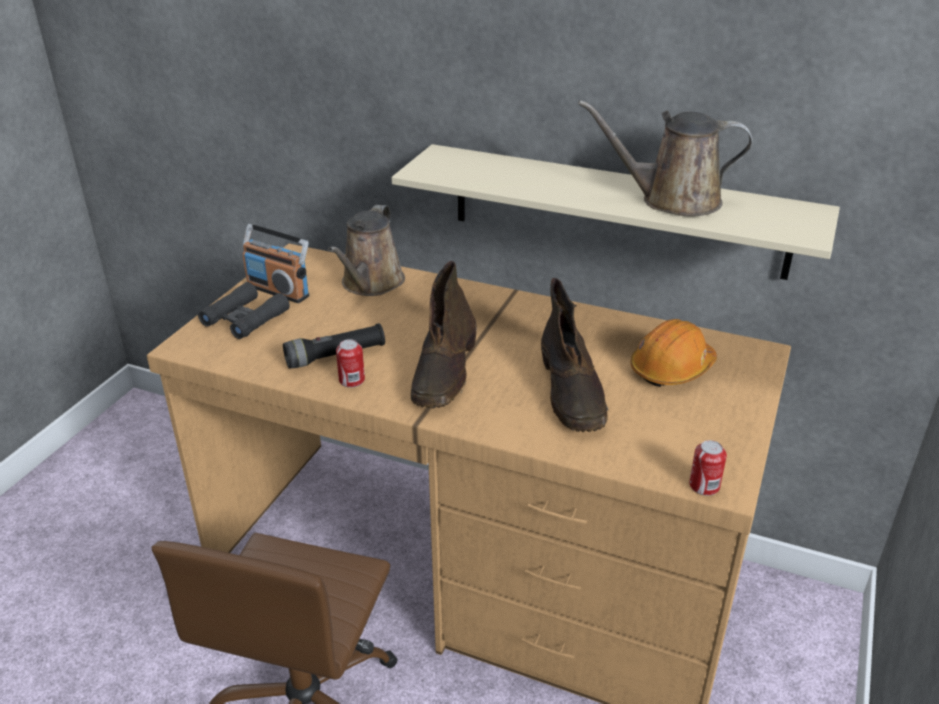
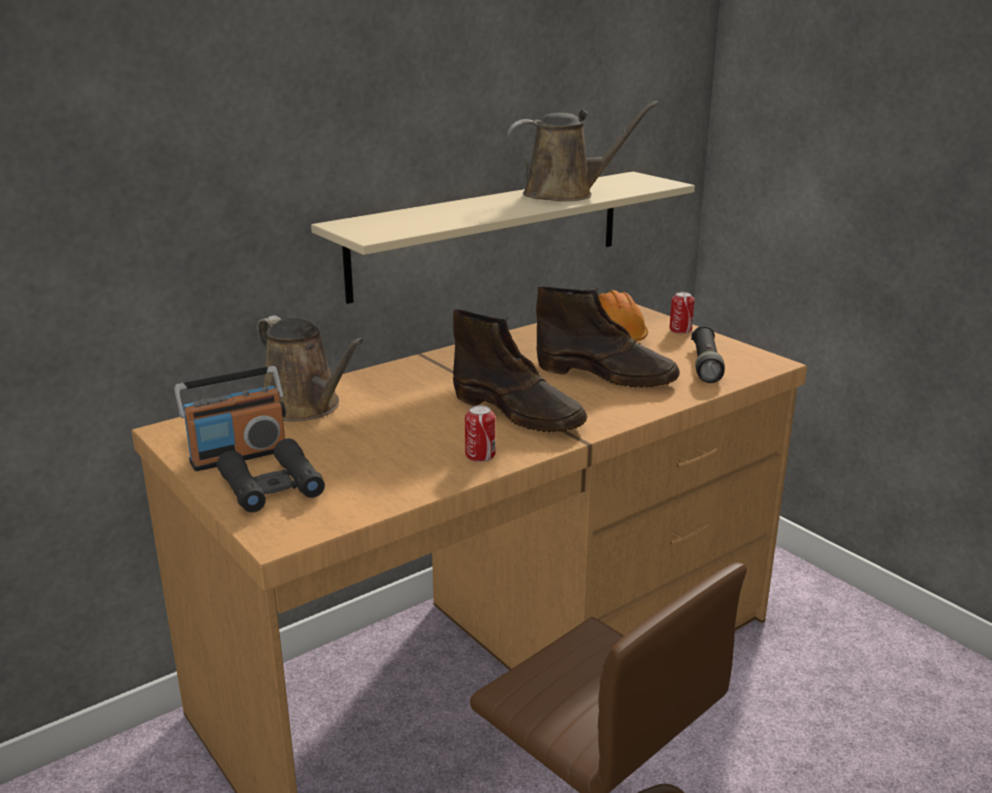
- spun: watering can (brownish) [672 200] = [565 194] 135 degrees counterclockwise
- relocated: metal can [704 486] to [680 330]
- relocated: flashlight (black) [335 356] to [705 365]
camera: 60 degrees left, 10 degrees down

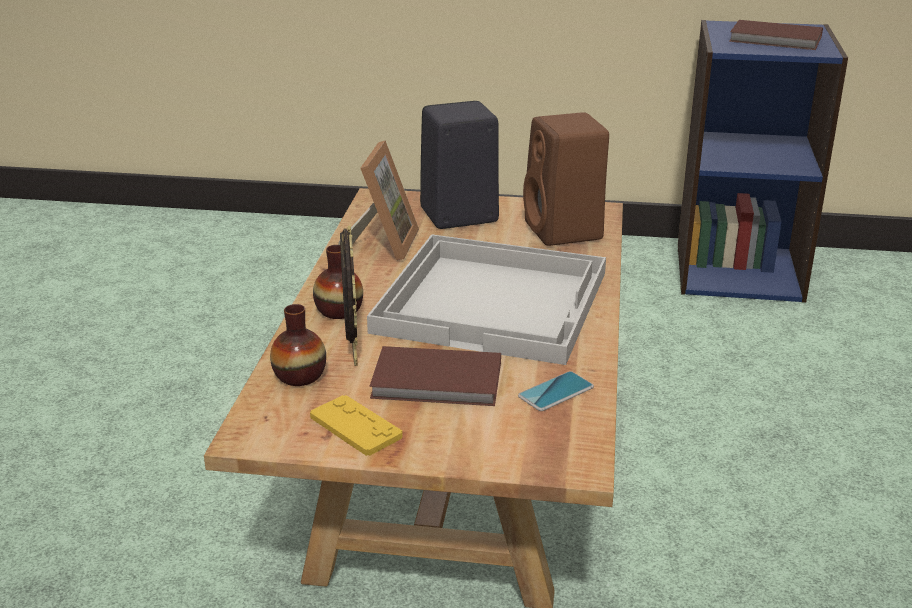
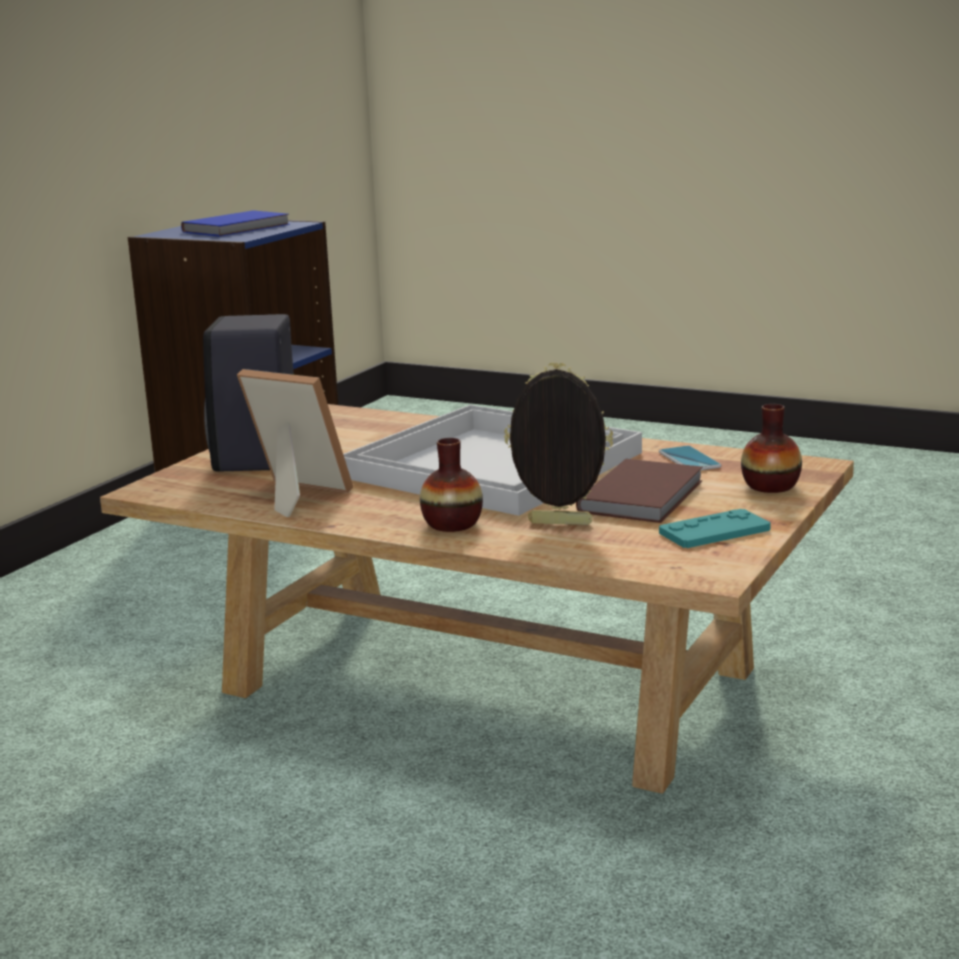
- colour: book (brownish) [776 39] to book (blue-coloured) [239 228]
- colour: game controller (yellow-coloured) [355 427] to game controller (turquoise-coloured) [714 531]
- relocated: decorative vase [299 376] to [770 486]
- missing: audio speaker (brownish) [565 231]
camera: 70 degrees left, 10 degrees down

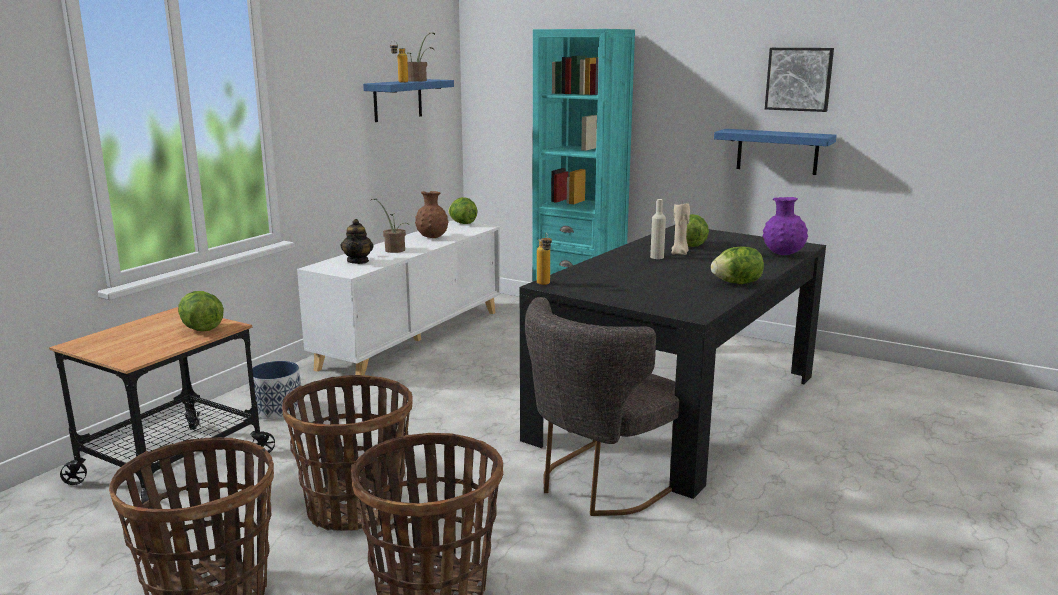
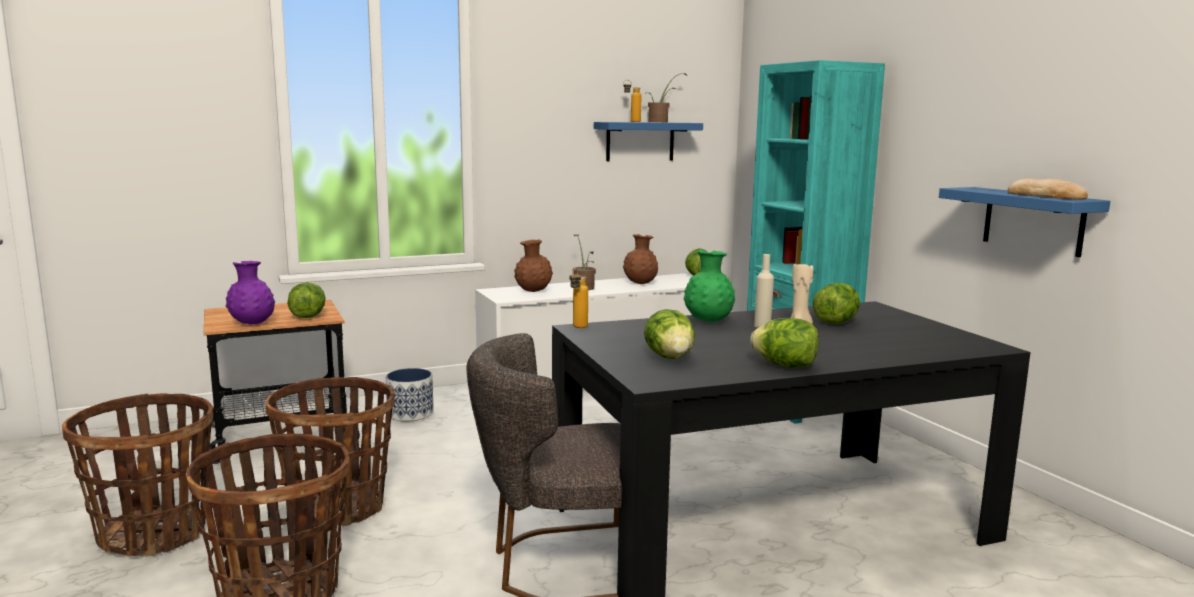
- relocated: decorative vase (purple) [783 254] to [252 323]
- exchanged: pot for tea [358 261] to decorative vase (brownish) [533 291]
- appeared: lettuce [670 357]
- appeared: decorative vase (green) [708 321]
- appeared: bakery bread [1046 196]
- missing: wall art [799 79]
camera: 35 degrees right, 5 degrees down

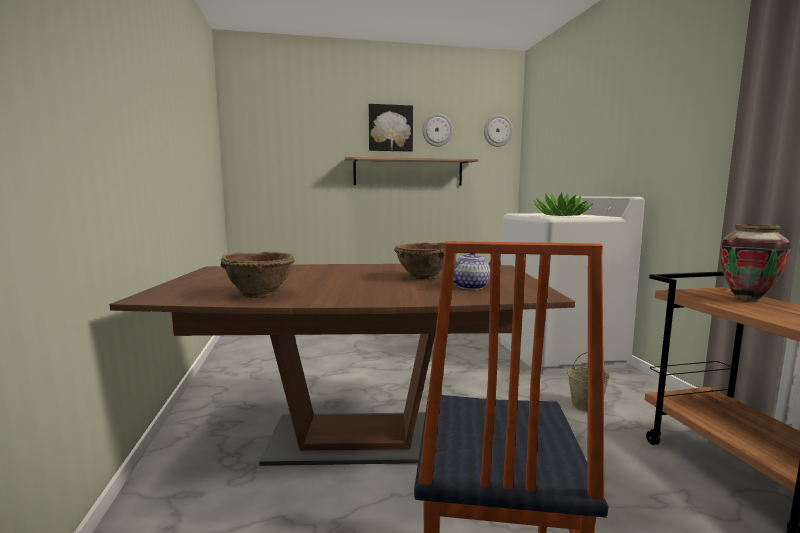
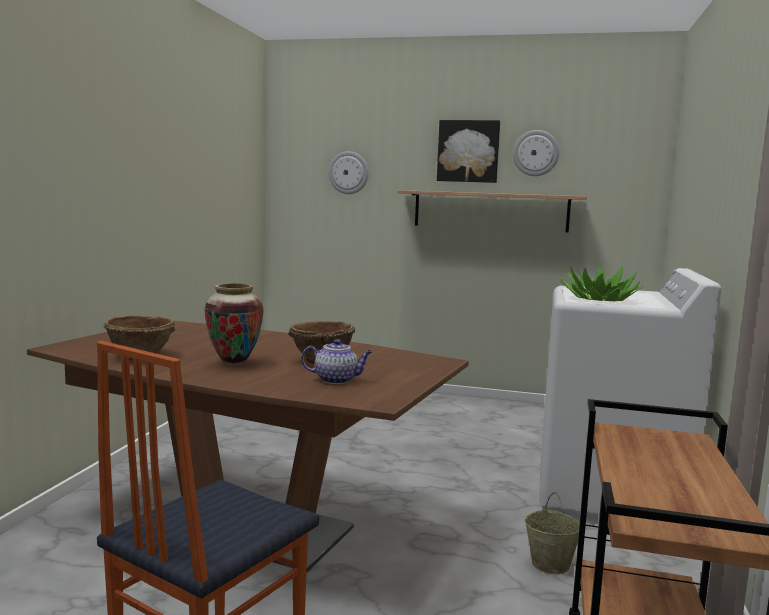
- relocated: decorative vase [747 299] to [234 364]
- relocated: wall clock [497 131] to [348 172]
camera: 25 degrees right, 0 degrees up

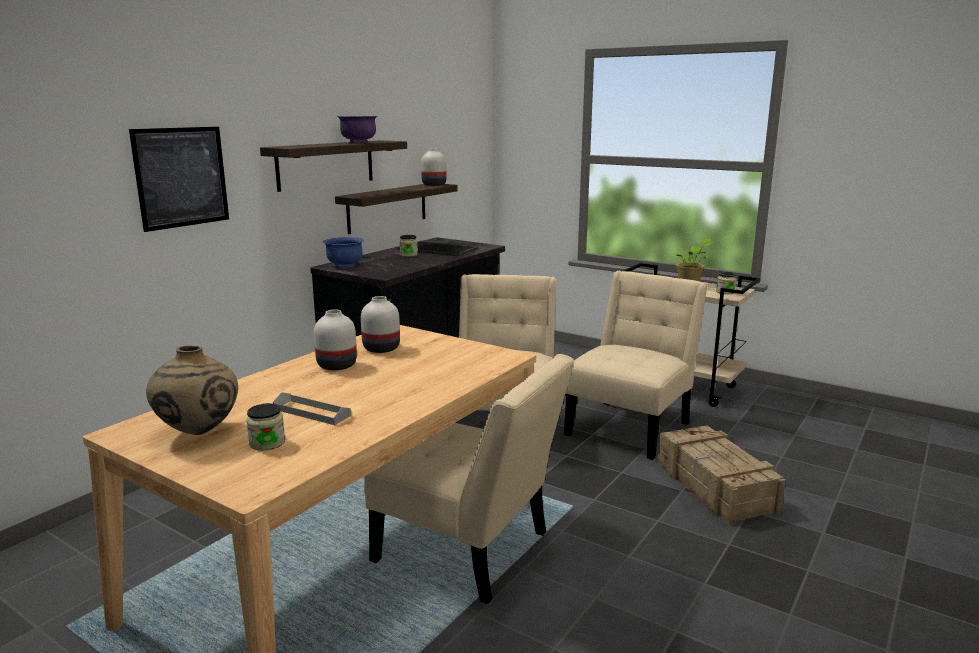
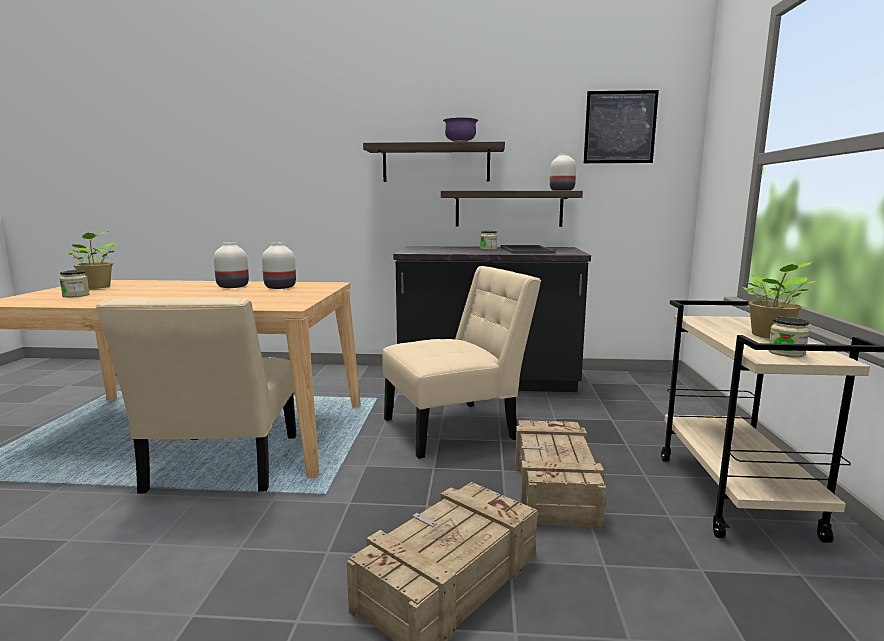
- exchanged: decorative vase (beige-coloured) [198 432] to houseplant [96 287]
- exchanged: plain chair (beige-coloured) [631 426] to packing crate [553 488]
- relocated: wall art [181 177] to [620 127]
- missing: tray (gray) [311 412]
- missing: bowl (blue-coloured) [345 265]
camera: 60 degrees right, 5 degrees down

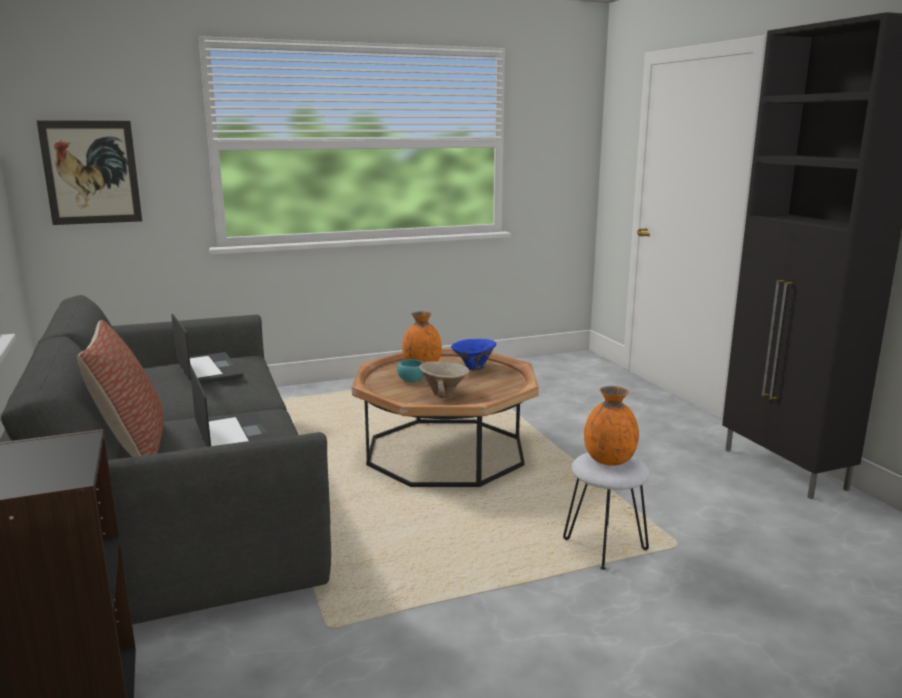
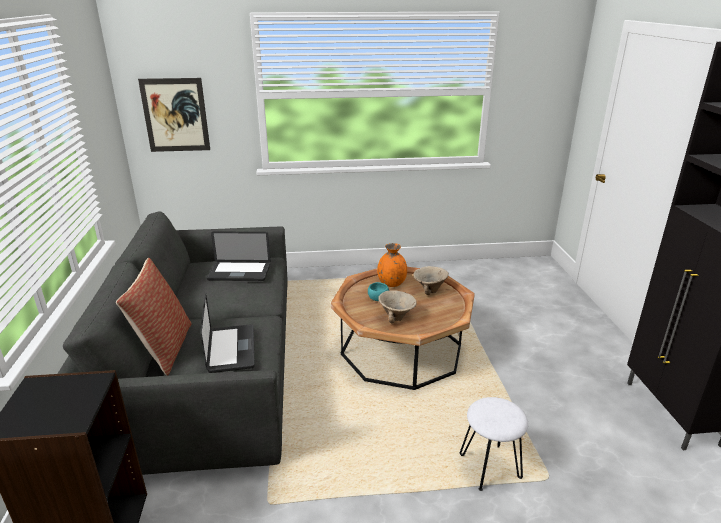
- spun: notebook computer [209 370] = [239 272] 105 degrees clockwise
- colour: bowl (blue-coloured) [472 368] to bowl (beige-coloured) [429 290]
- missing: decorative vase (orange-coloured) [609 460]
camera: 15 degrees right, 10 degrees up

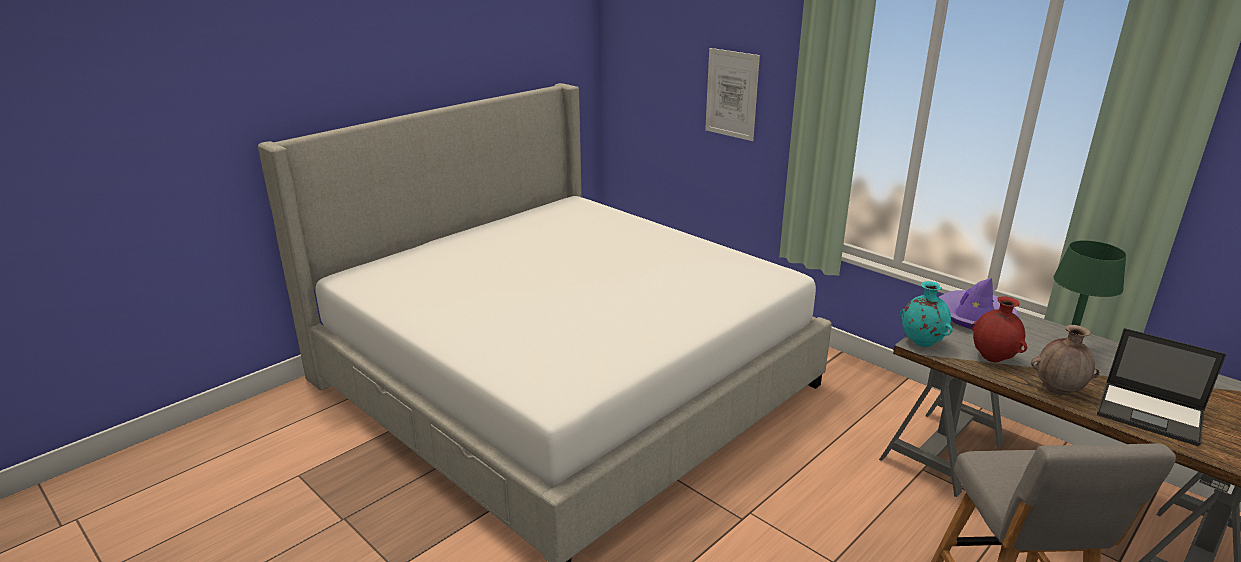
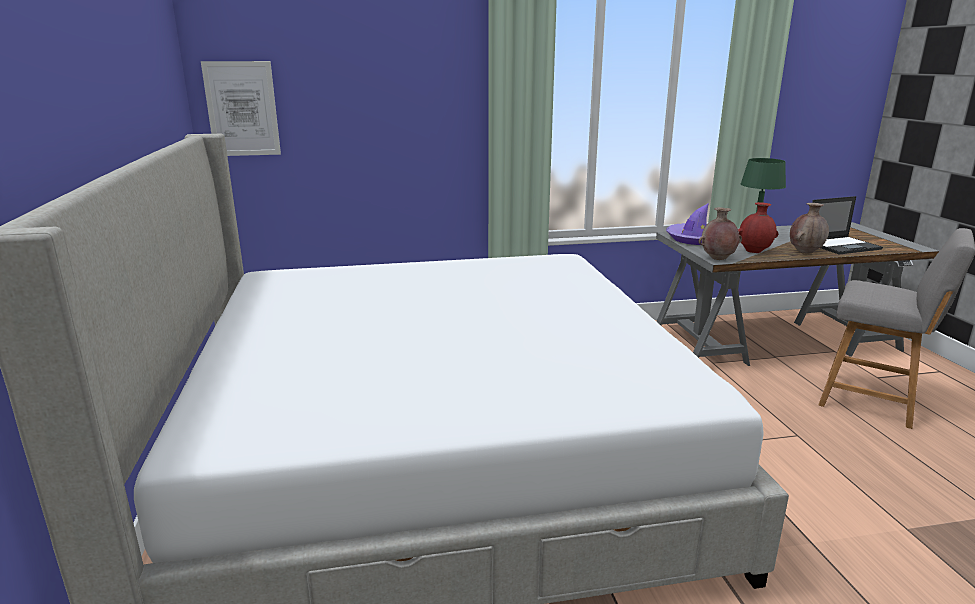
- relocated: wall art [731 94] to [242 109]
- colour: decorative vase (turquoise-coloured) [921 343] to decorative vase (brownish) [717 258]
camera: 55 degrees left, 5 degrees down

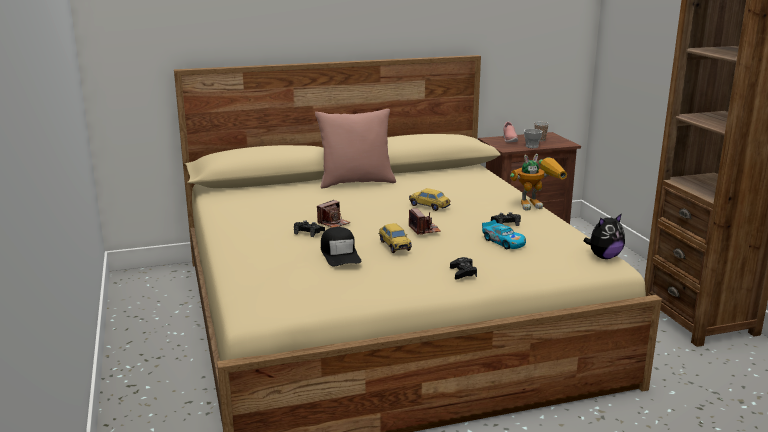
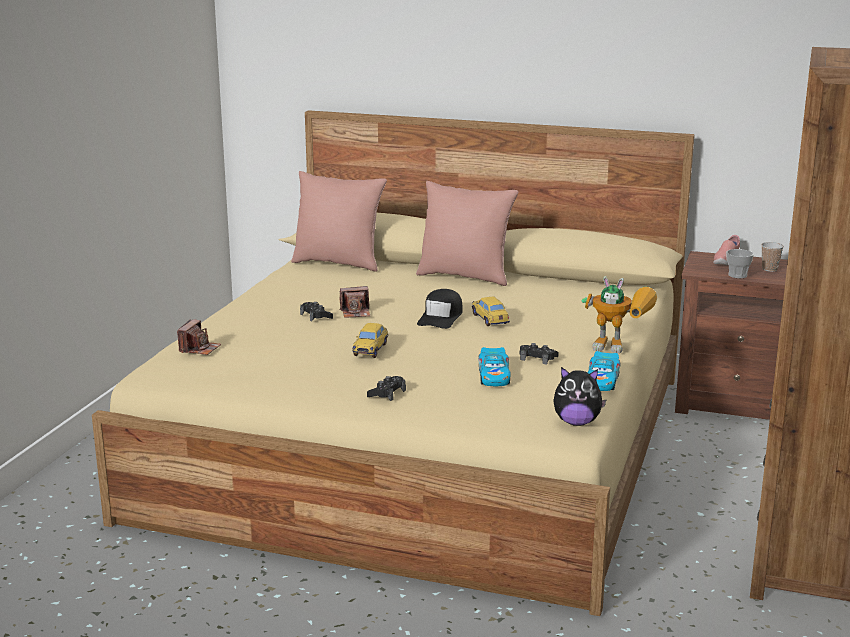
- relocated: photo camera [424 230] to [199 349]
- appeared: cushion (pink) [338 263]
- relocated: baseball cap (black) [340 254] to [441 317]
- appeared: miniature car [602 381]
camera: 35 degrees right, 0 degrees up

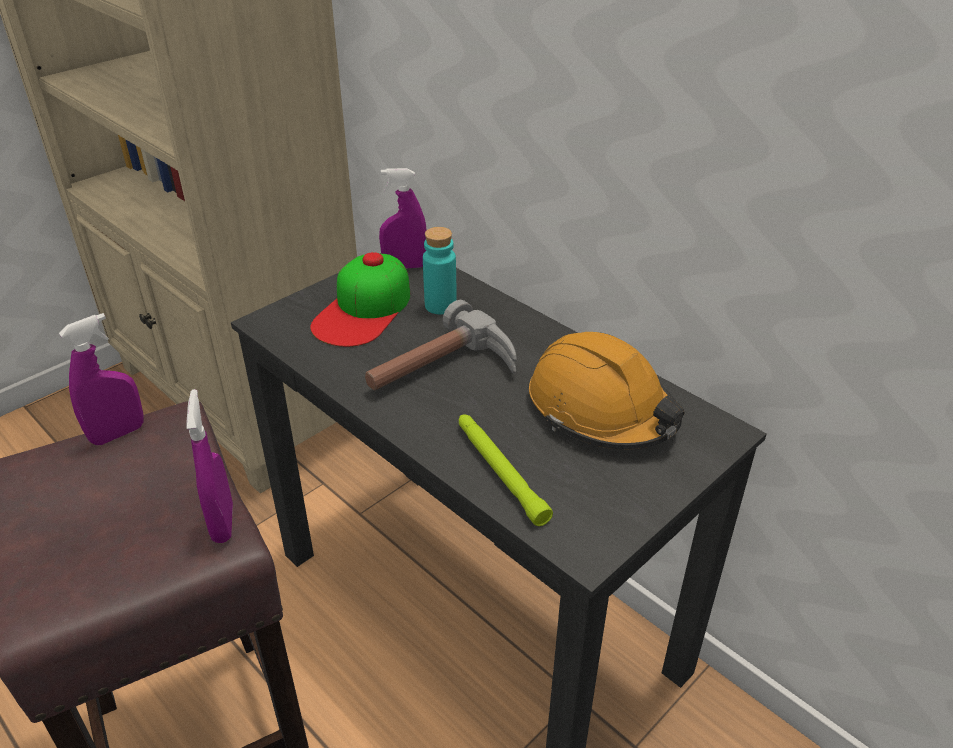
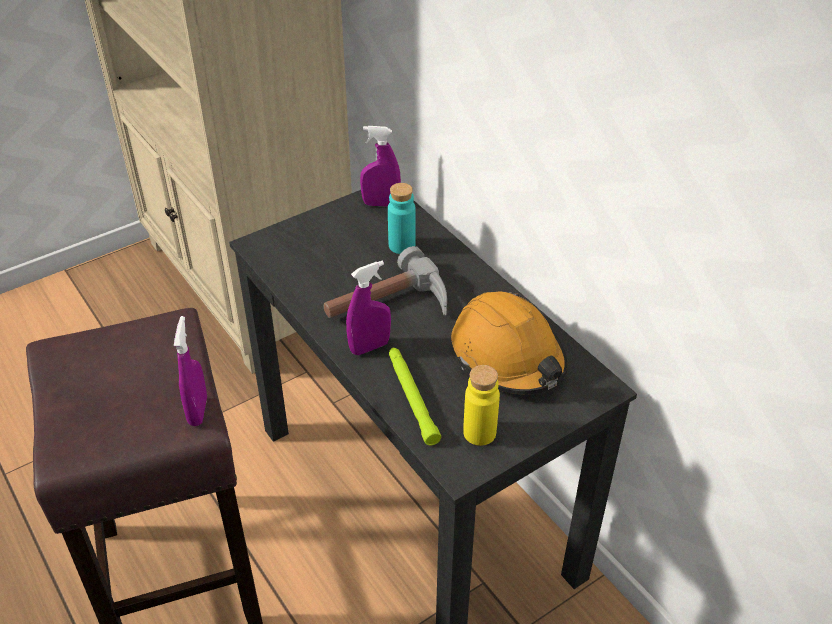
- relocated: spray bottle (purple) [118 434] to [370 347]
- appeared: bottle (yellow-coloured) [479 433]
- missing: baseball cap [363 310]
camera: 10 degrees right, 5 degrees up

